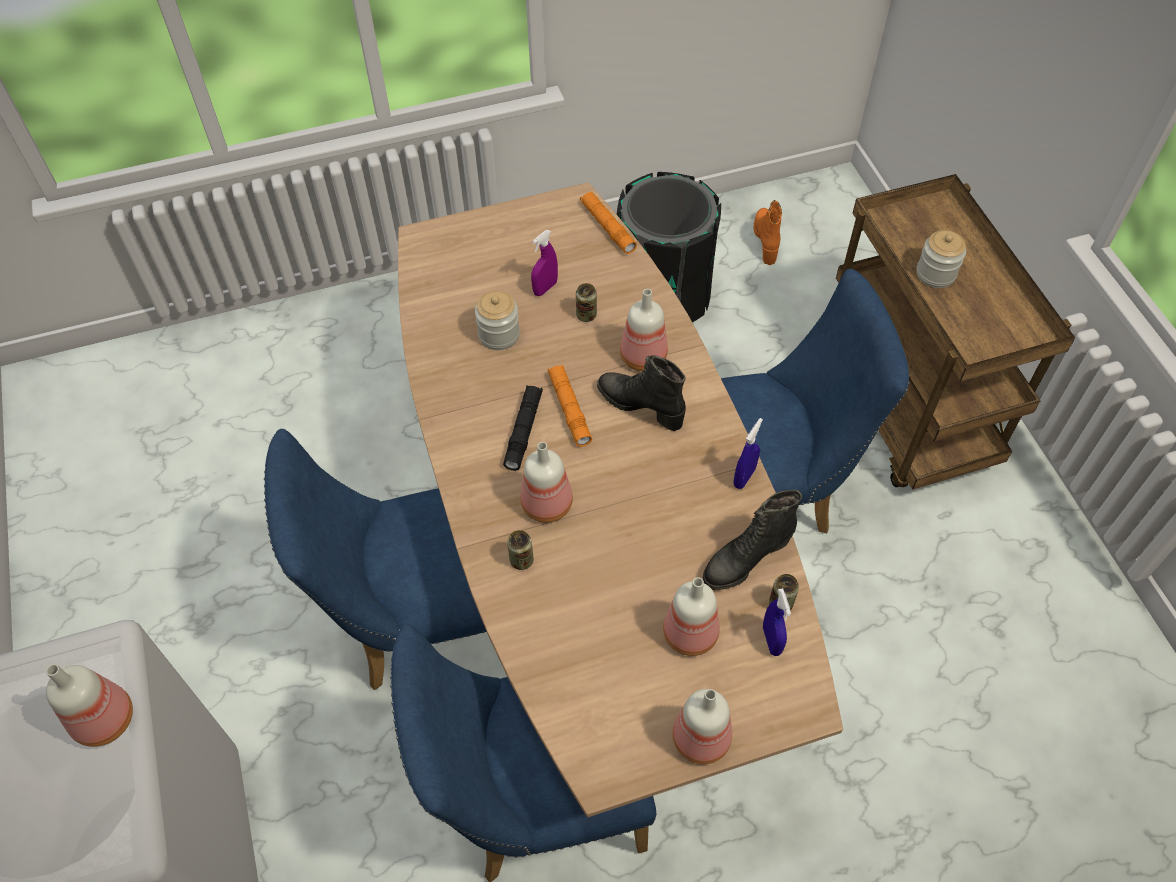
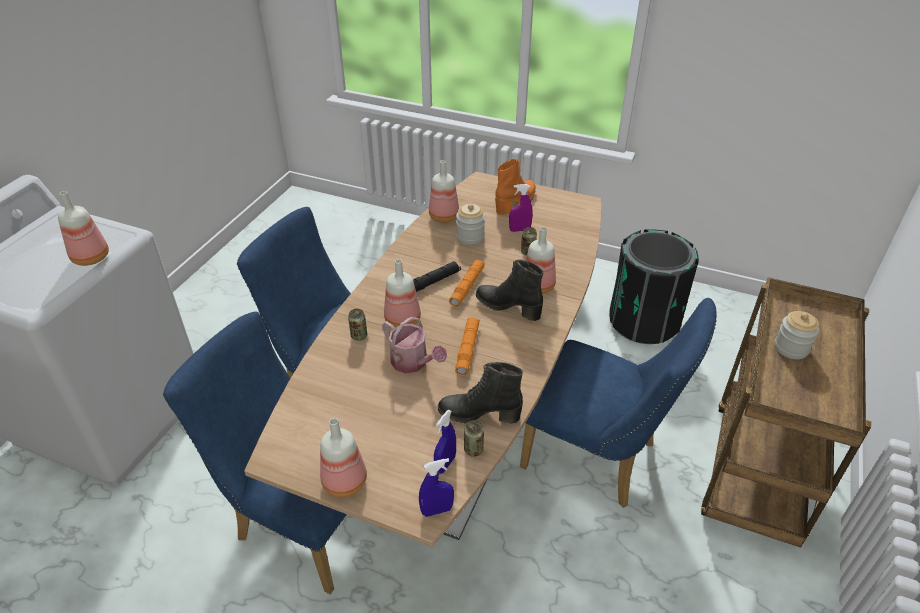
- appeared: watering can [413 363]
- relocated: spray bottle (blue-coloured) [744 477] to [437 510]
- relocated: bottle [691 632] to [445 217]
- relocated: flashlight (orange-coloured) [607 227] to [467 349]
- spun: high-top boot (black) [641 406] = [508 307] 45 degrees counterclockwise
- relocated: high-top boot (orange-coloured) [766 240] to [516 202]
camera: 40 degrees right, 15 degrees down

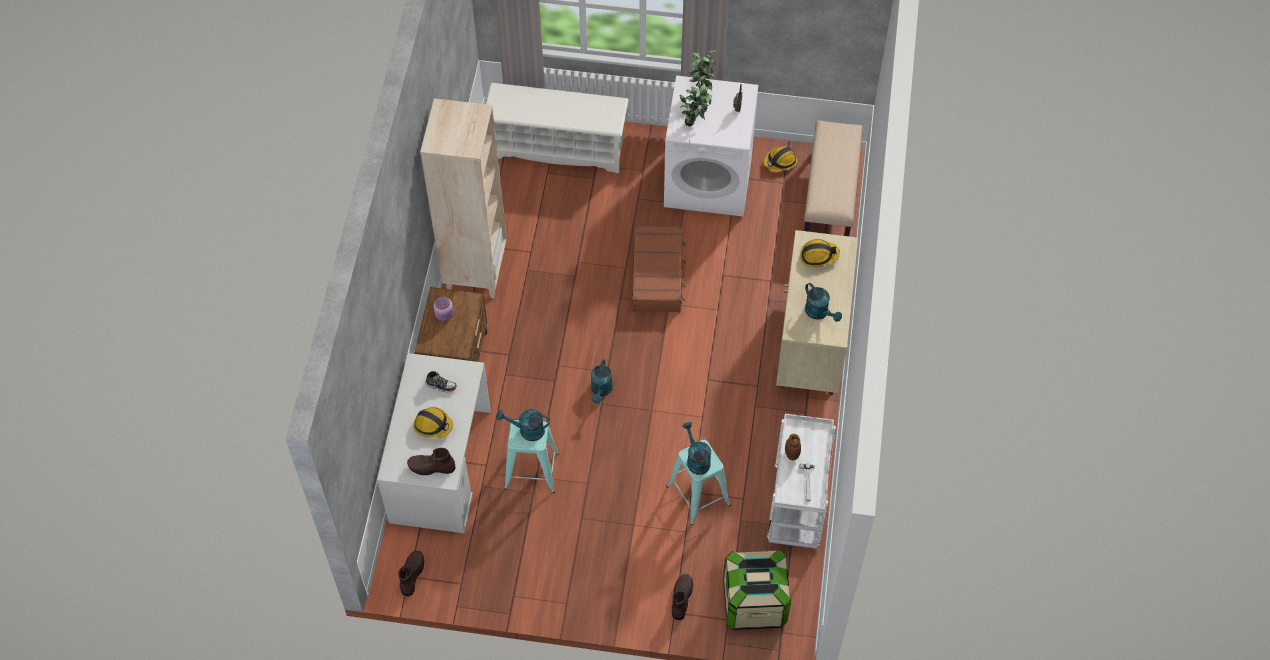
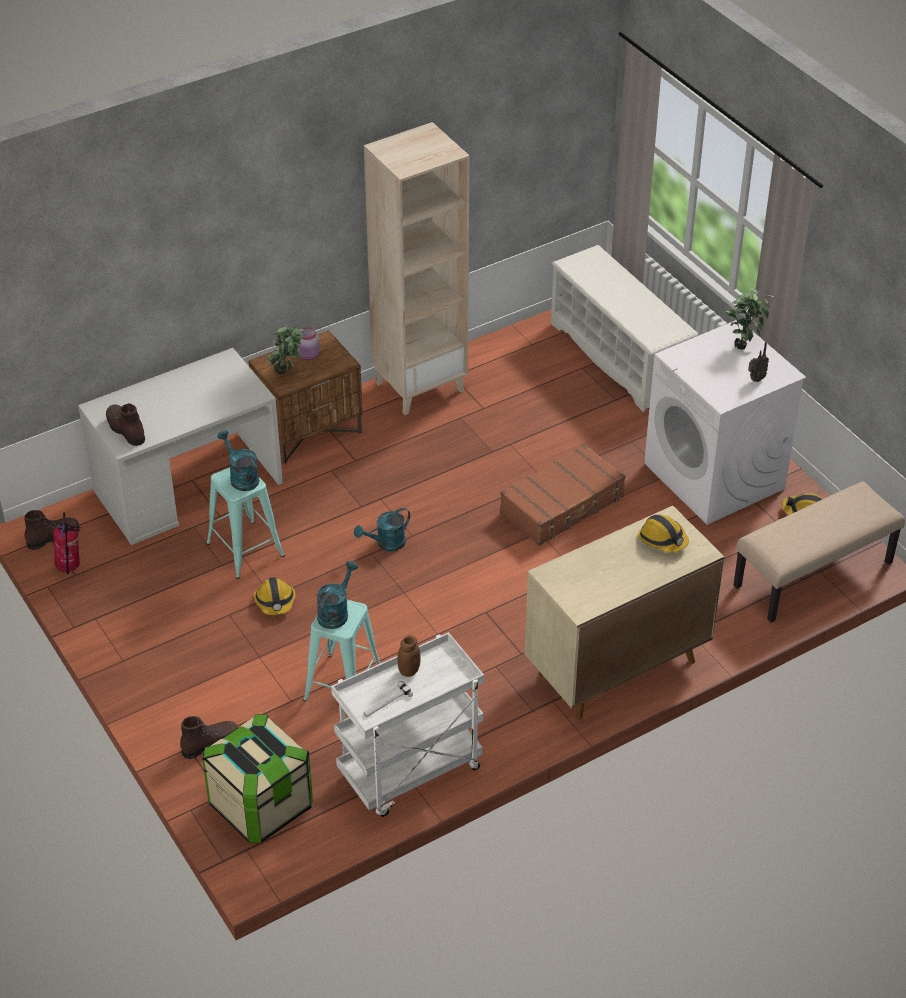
- appeared: fire extinguisher [70 567]
- relocated: work helmet [433 425] to [275 601]
- relocated: houseplant [695 121] to [288 373]
- missing: low shoe [441 385]
- missing: watering can (turquoise-coloured) [819 313]
camera: 50 degrees right, 15 degrees down

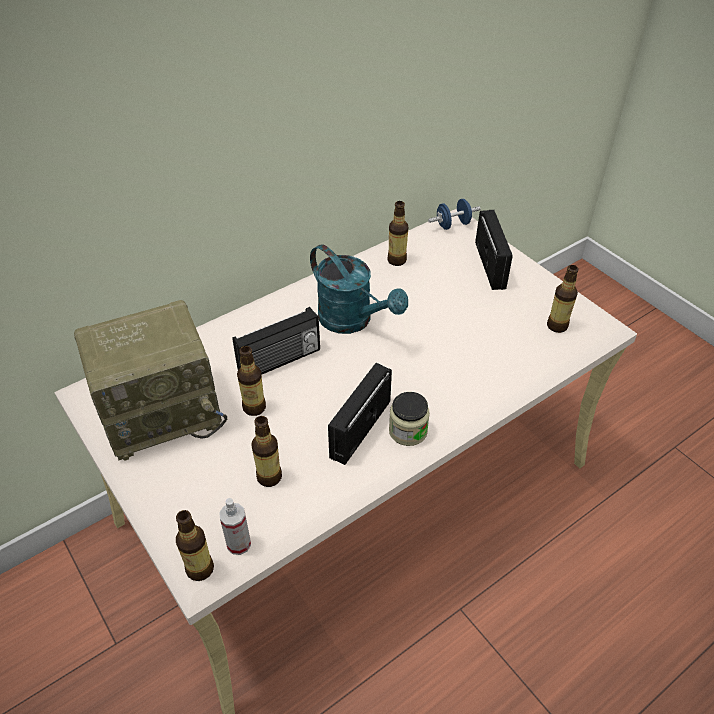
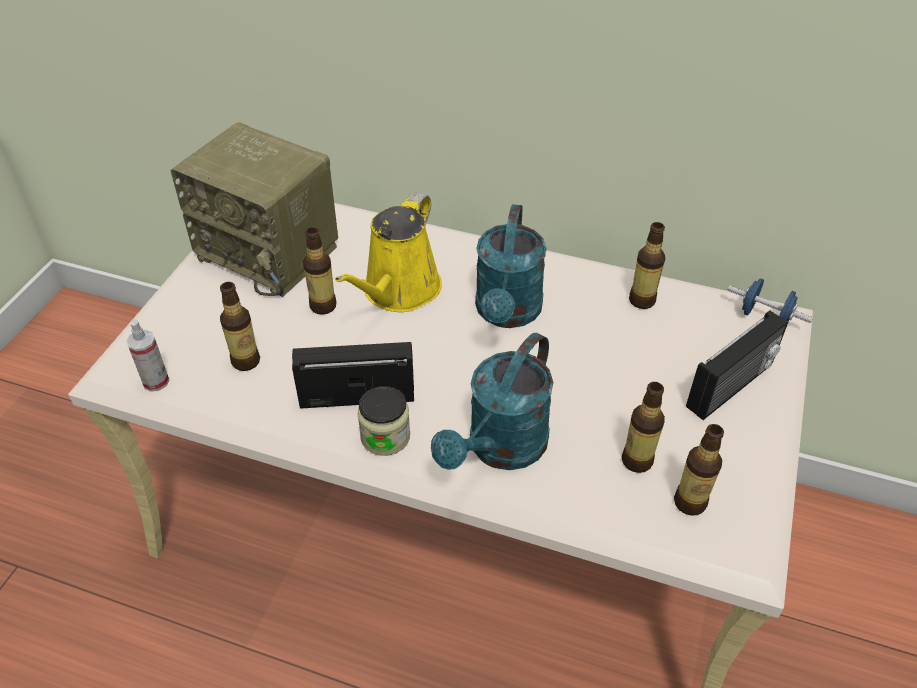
- exchanged: radio receiver [280 361] to watering can (yellow-coloured) [398 291]
- appeared: watering can (turquoise-coloured) [500 449]
- relocated: bottle [200 569] to [637 461]
camera: 55 degrees right, 0 degrees up

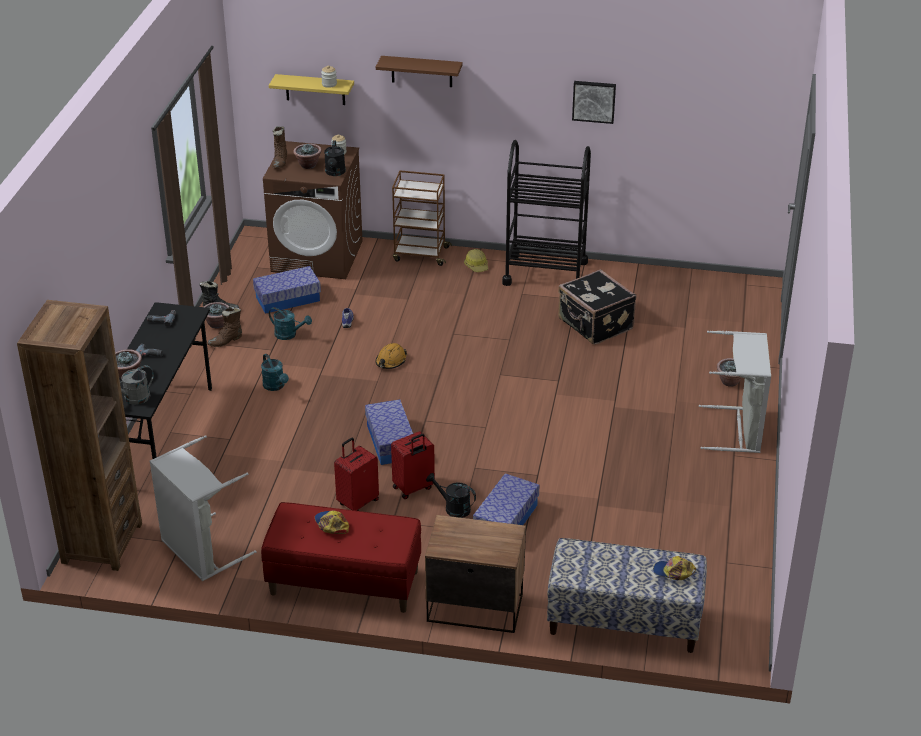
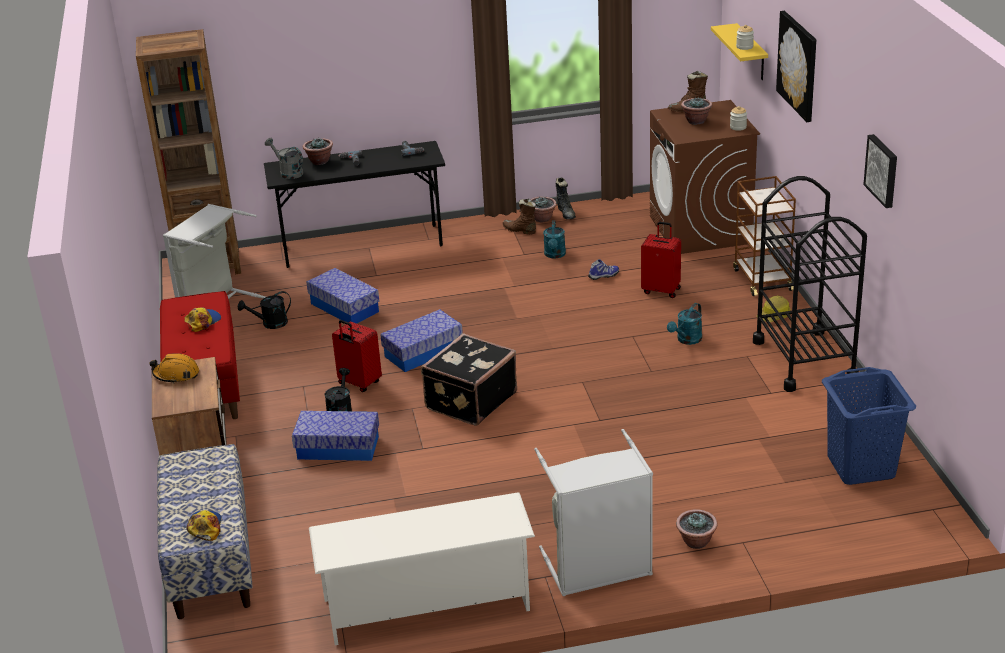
- relocated: work helmet (orange-coloured) [390 361] to [176 374]
- relocated: watering can (black) [335 173] to [270 324]
- relocated: storage bin [288 299] to [344 308]
- appeared: shoe stand (white) [427 605]
- relocated: piece of luggage (black) [594 325] to [469 400]
- relocated: piece of luggage (red) [357 502] to [661 290]
- relocated: watering can (turquoise-coloured) [275 386] to [687 340]
- exchanged: wall shelf (brownish) [421 71] to wall art [798 65]
- appeared: laundry basket (blue-coloured) [860 467]
camera: 70 degrees right, 5 degrees down

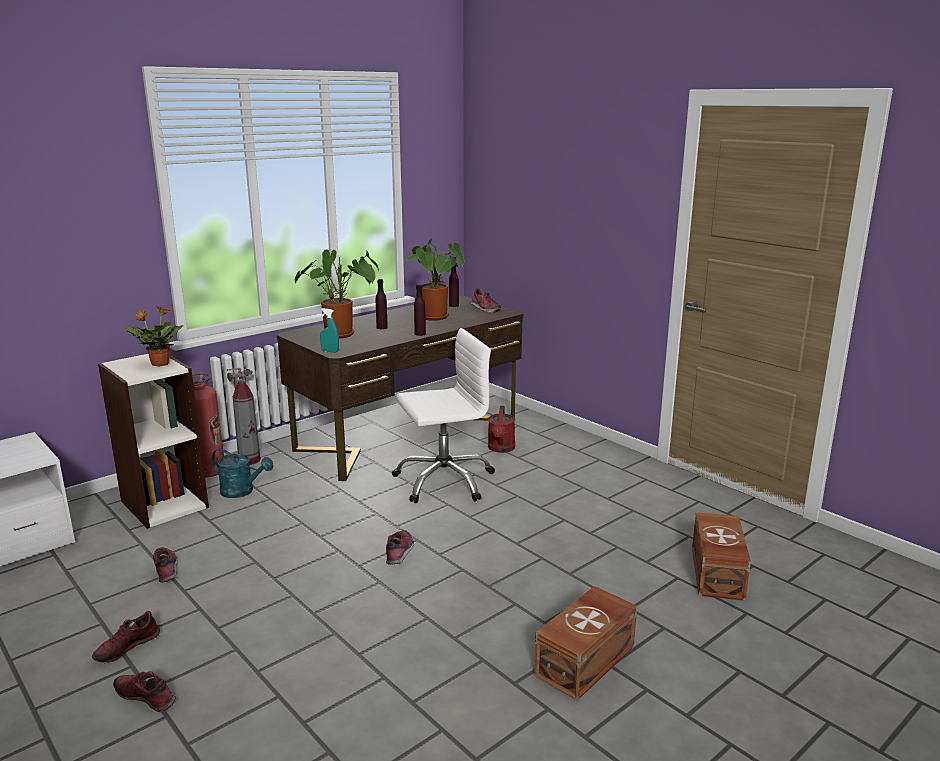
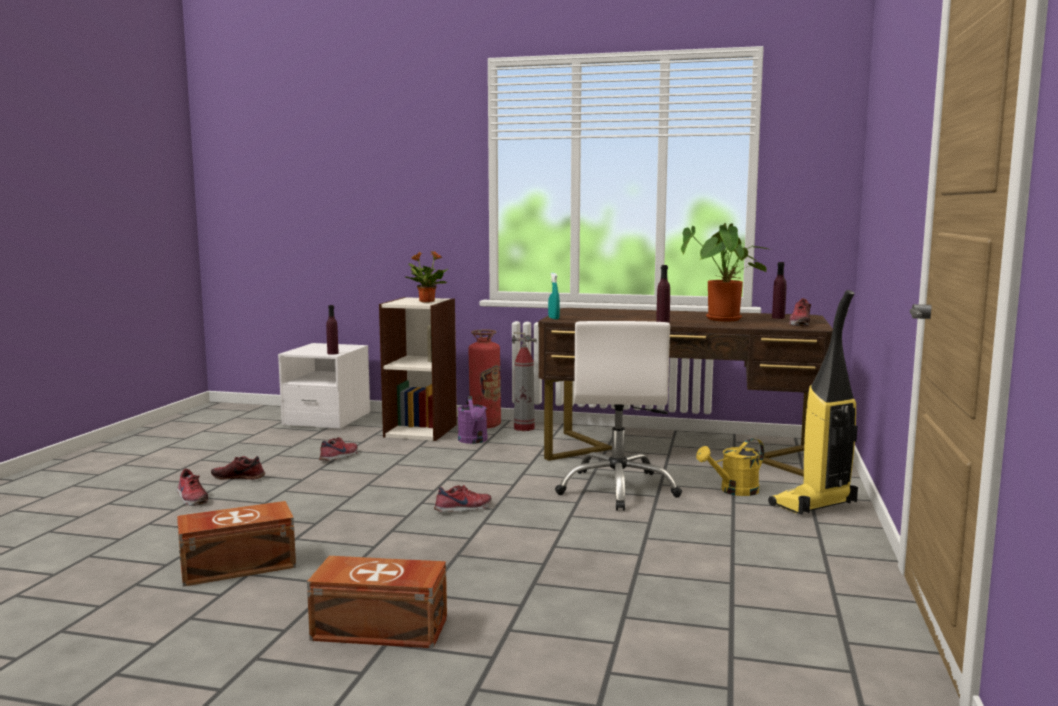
- spun: low shoe [147 696] = [191 498] 150 degrees clockwise
- relocated: storage bin (brownish) [715 573] to [236 566]
- relocated: bottle (purple) [382 327] to [332 353]
- colour: watering can (turquoise-coloured) [242 492] to watering can (purple) [473 441]
- spun: desk chair (white) [444 481] = [618 489] 60 degrees clockwise
- colour: watering can (red) [501 449] to watering can (yellow-coloured) [734 491]
- appeared: vacuum cleaner [813 505]
- missing: houseplant [342 334]
camera: 55 degrees right, 10 degrees down

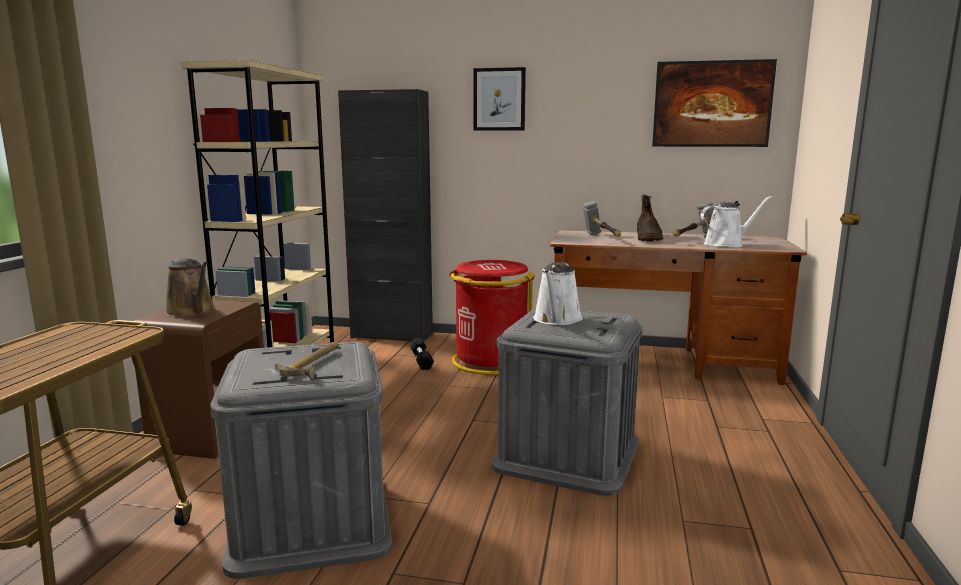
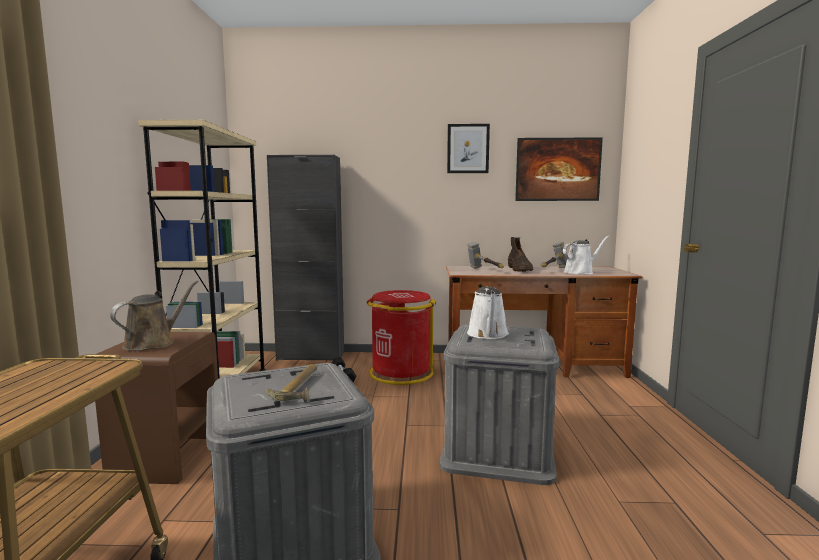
- spun: watering can (brownish) [192 312] = [153 343] 105 degrees counterclockwise
- relocated: wall art [499 99] to [468 148]
camera: 10 degrees left, 5 degrees down

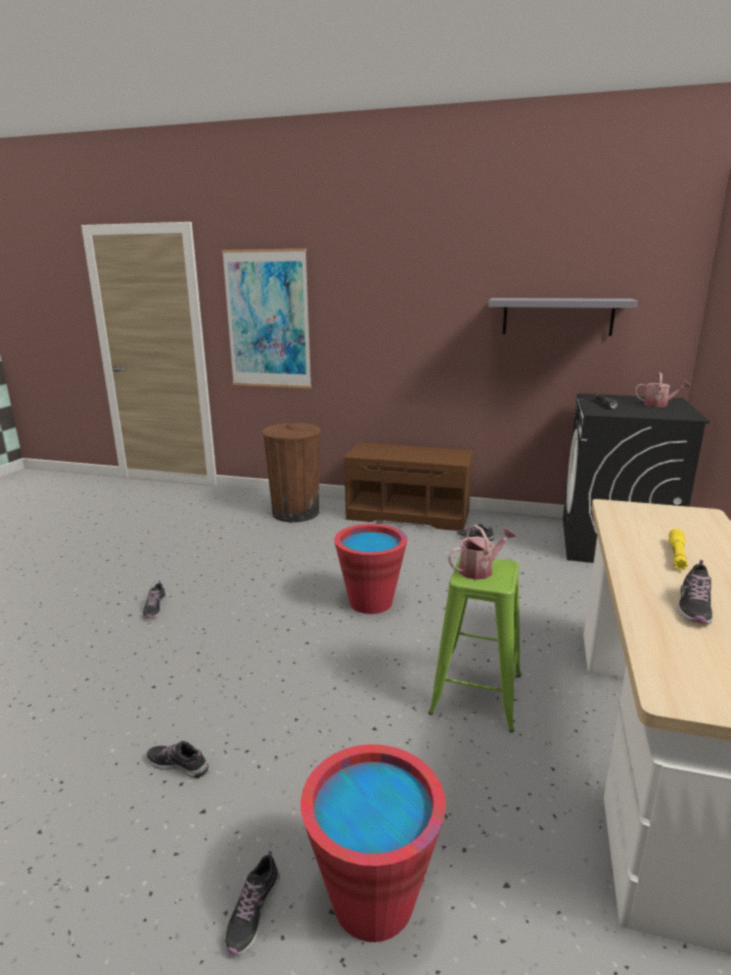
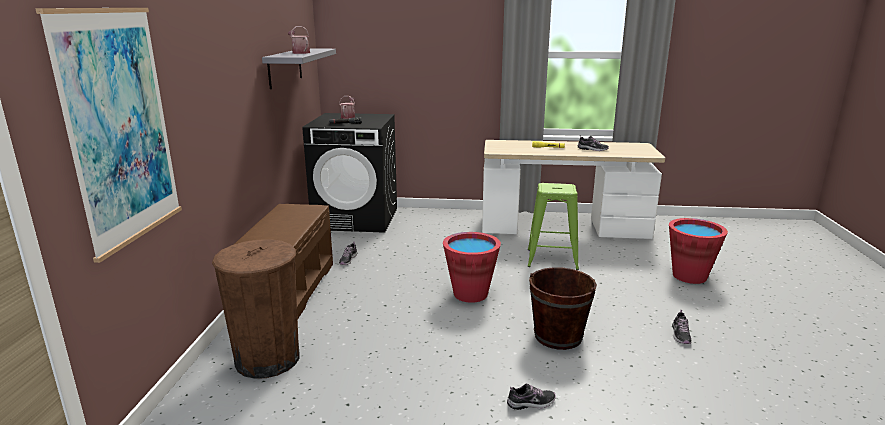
- relocated: watering can [480 570] to [300 52]
- appeared: bucket (brownish) [558 336]
- missing: low shoe [252 912]
camera: 100 degrees left, 0 degrees up

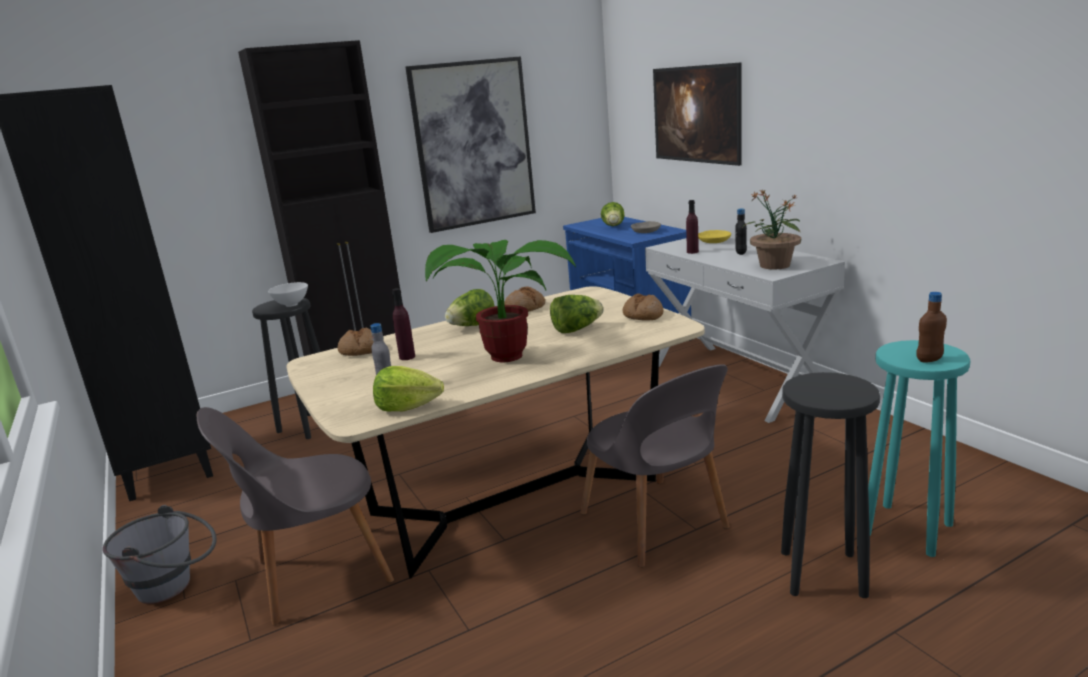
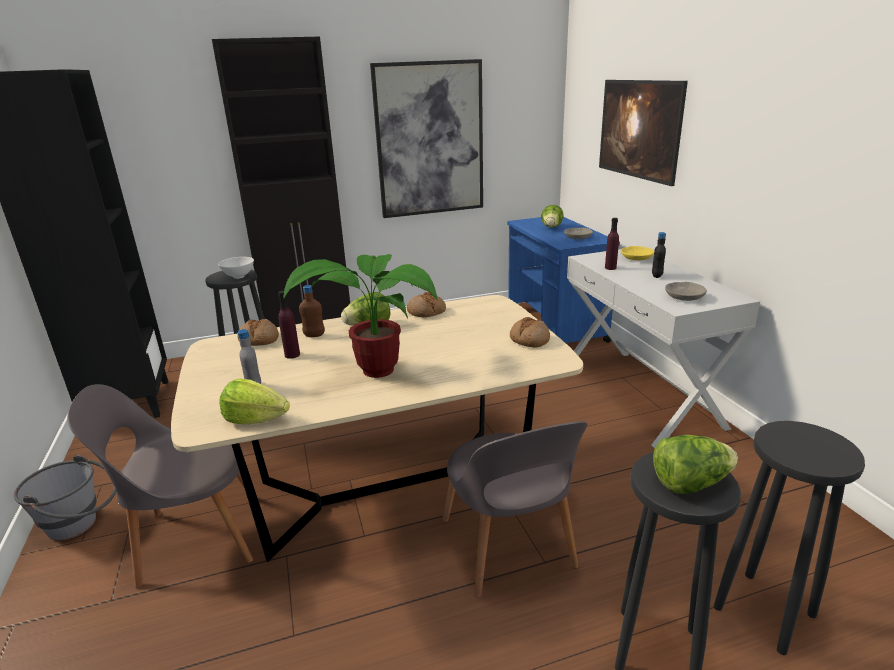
- relocated: bottle (brownish) [929 360] to [314 335]
- relocated: lettuce [576 329] to [690 483]
- exchanged: houseplant [774 265] to bowl (gray) [684 296]
- colour: stool seat (turquoise-coloured) [907 529] to stool seat (black) [763 611]
camera: 10 degrees right, 5 degrees up

